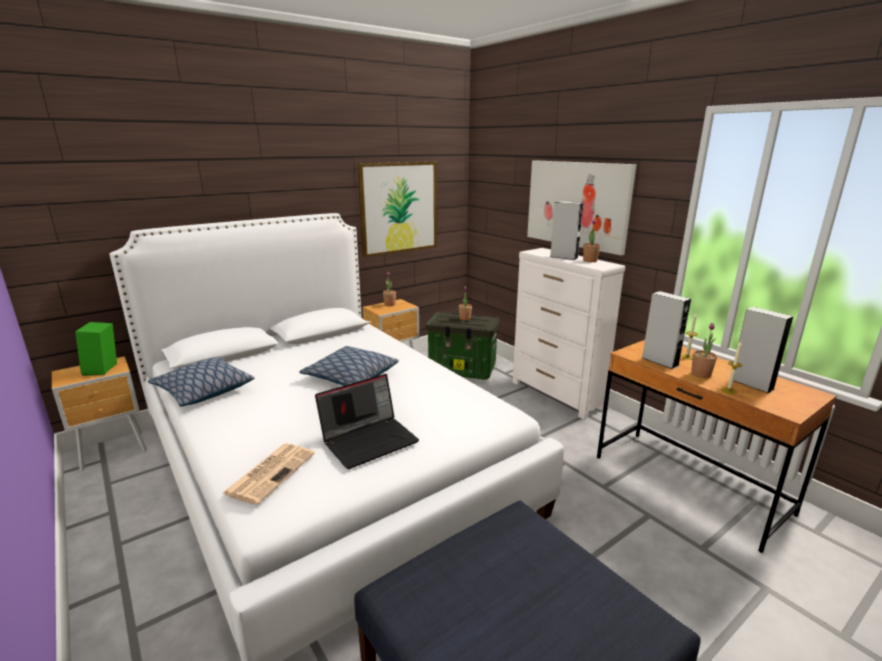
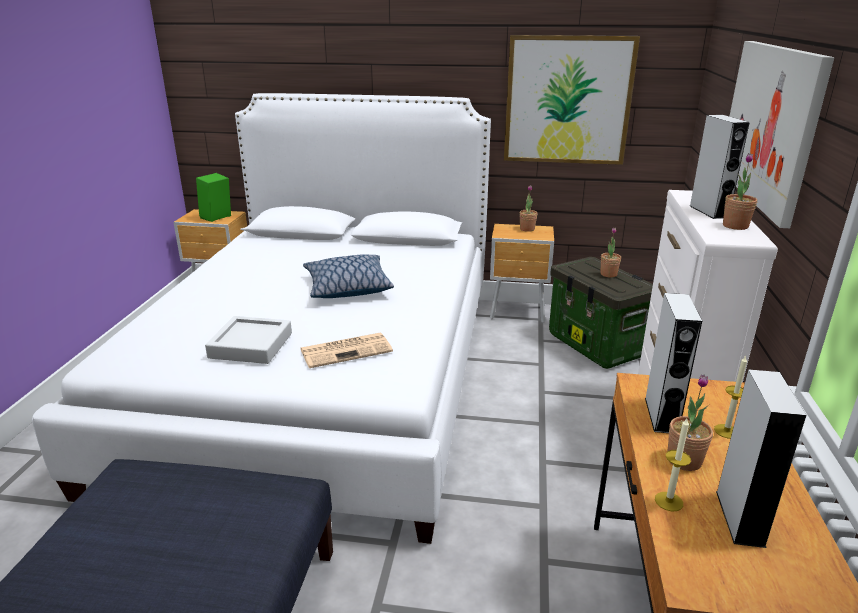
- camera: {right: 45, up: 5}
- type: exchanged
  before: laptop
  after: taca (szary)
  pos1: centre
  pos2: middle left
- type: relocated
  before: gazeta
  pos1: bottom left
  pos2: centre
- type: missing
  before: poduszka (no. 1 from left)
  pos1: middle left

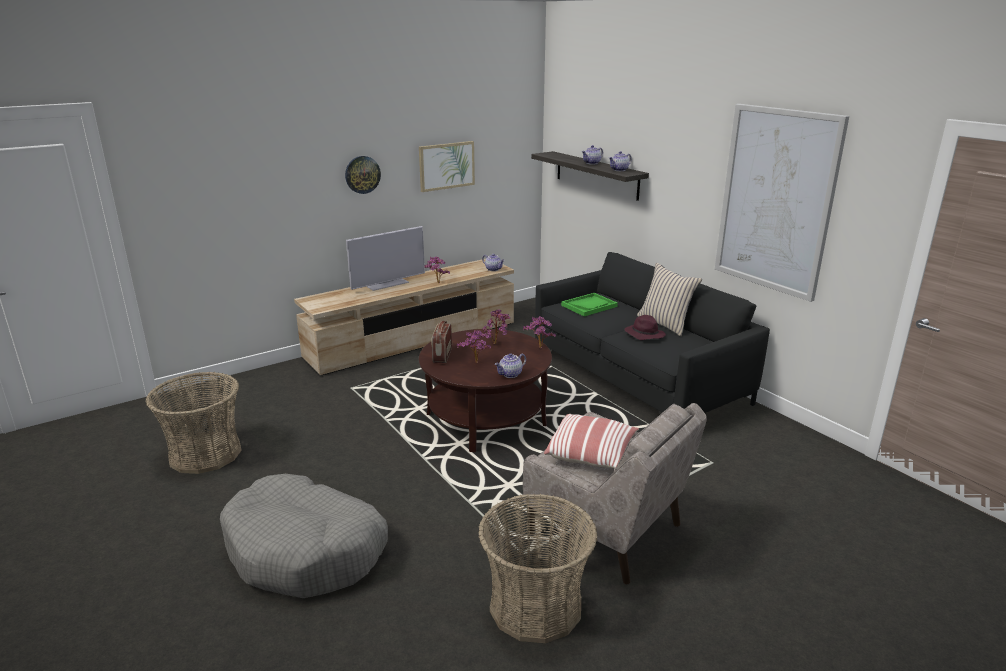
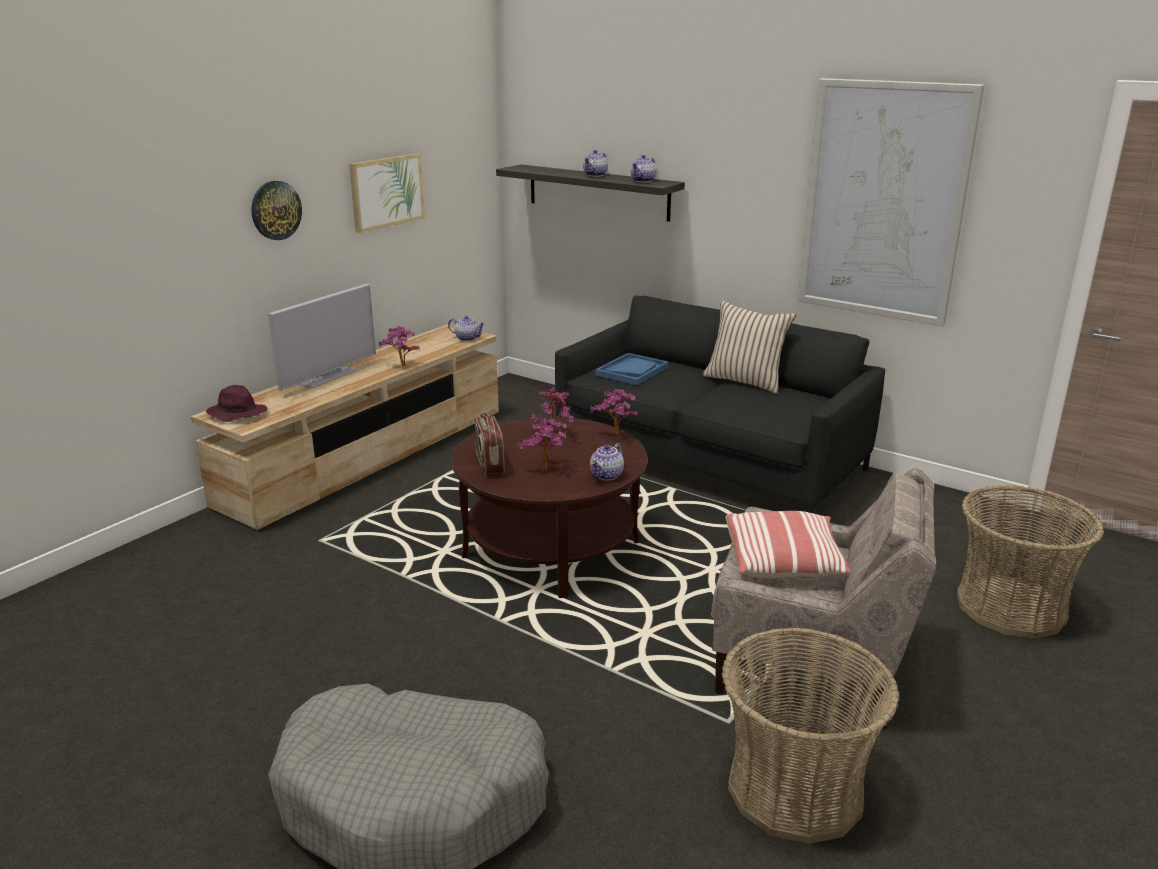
- camera: {right: -20, up: 0}
- type: relocated
  before: kapelusz (fioletowy)
  pos1: centre
  pos2: middle left
- type: colour
  before: taca (zielony)
  after: taca (niebieski)
  pos1: centre
  pos2: centre
- type: relocated
  before: koszyk (no. 1 from left in the first image)
  after: koszyk (no. 2 from left)
  pos1: middle left
  pos2: middle right

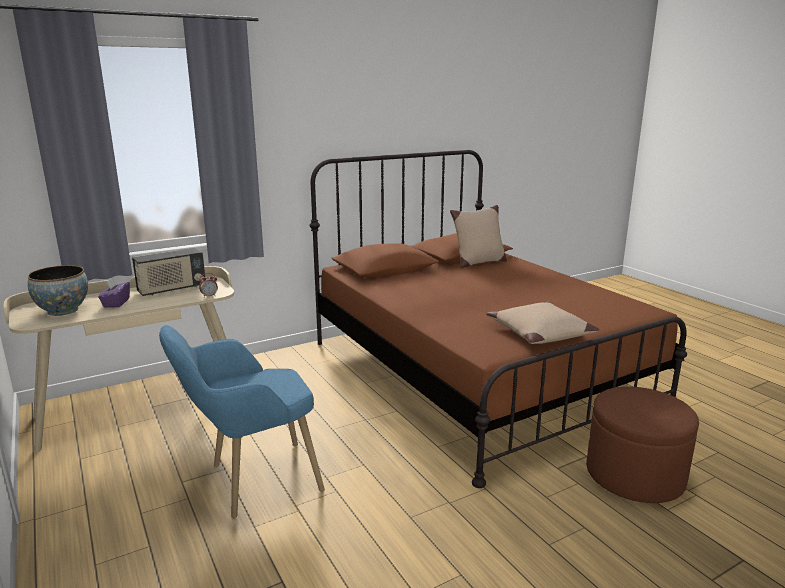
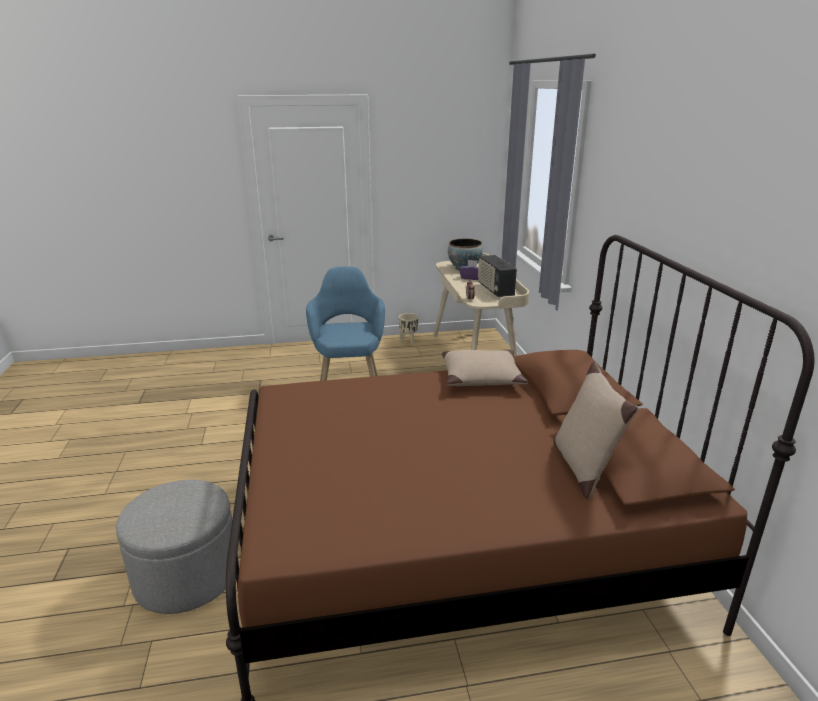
- camera: {right: 110, up: 5}
- type: colour
  before: pufa (brązowy)
  after: pufa (szary)
  pos1: bottom right
  pos2: bottom left
- type: appeared
  after: donica (beżowy)
  pos2: centre
- type: relocated
  before: poduszka (beżowy) (no. 2 from left in the first image)
  after: poduszka (beżowy) (no. 1 from left)
  pos1: middle right
  pos2: centre

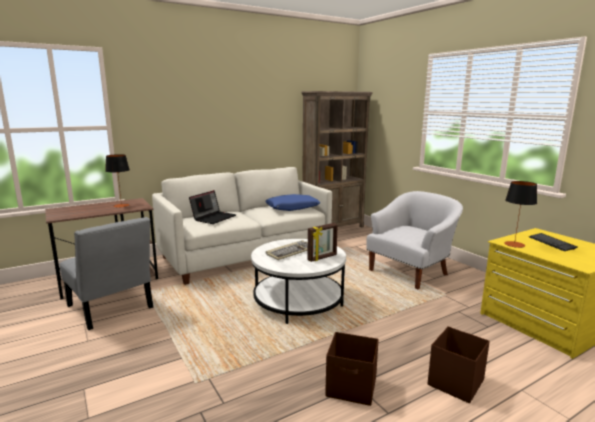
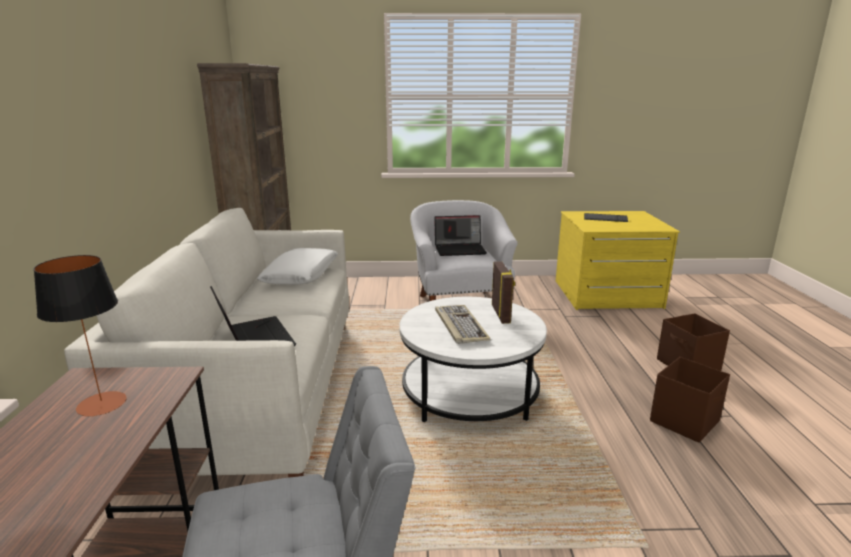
- camera: {right: -60, up: 5}
- type: colour
  before: poduszka (niebieski)
  after: poduszka (biały)
  pos1: centre
  pos2: centre
- type: appeared
  after: laptop (no. 2 from left)
  pos2: centre
- type: missing
  before: lampa stołowa (no. 2 from left)
  pos1: middle right

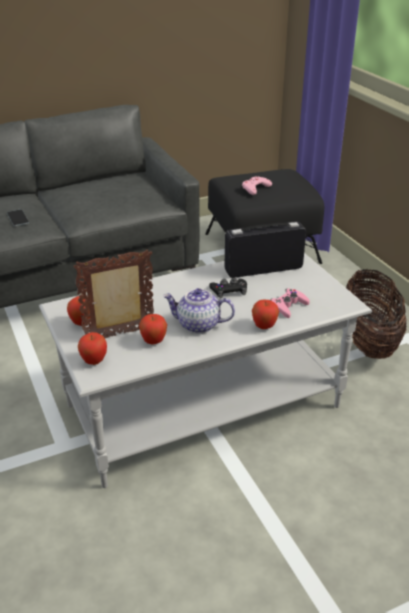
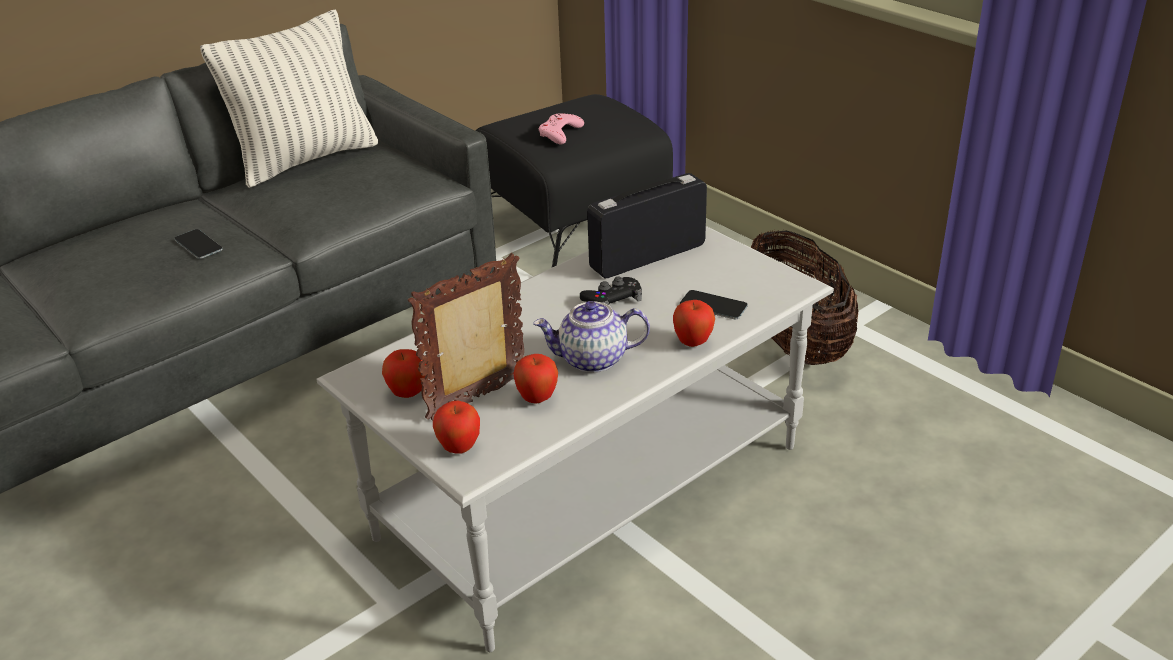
- camera: {right: -15, up: 0}
- type: appeared
  after: poduszka
  pos2: top left
- type: exchanged
  before: pad do gier (różowy) (no. 2 from left)
  after: telefon (no. 2 from left)
  pos1: middle right
  pos2: centre

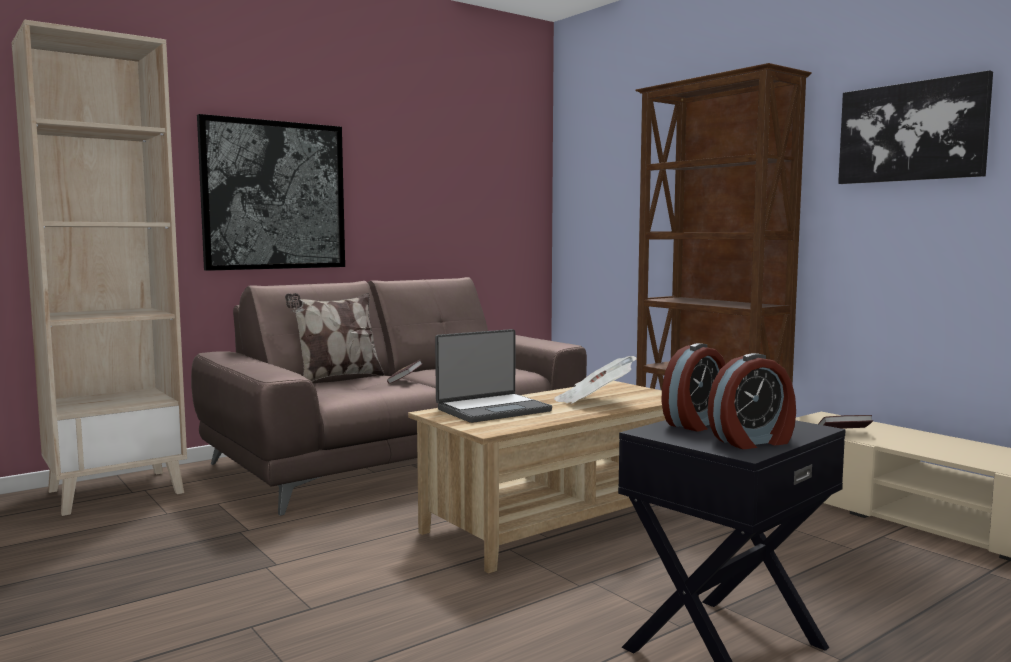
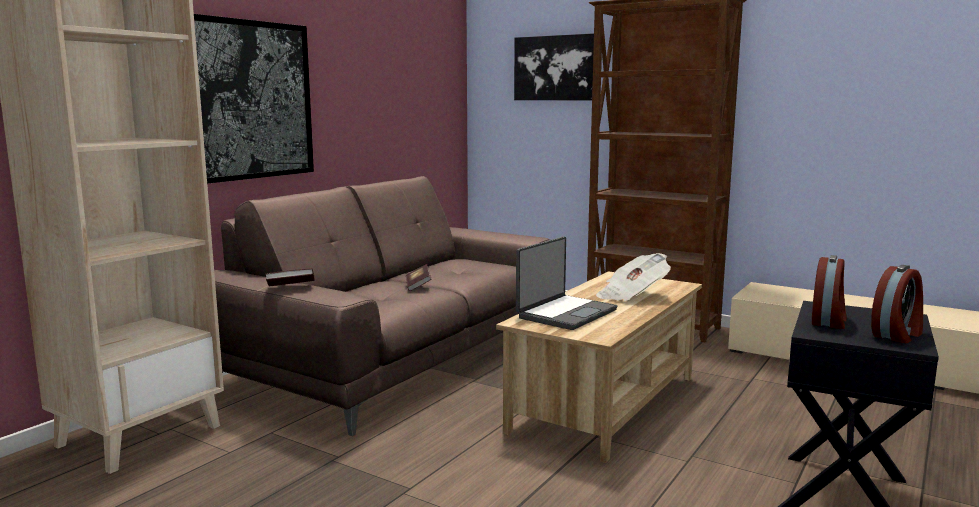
- camera: {right: -20, up: 5}
- type: relocated
  before: książka (no. 2 from left in the first image)
  after: książka (no. 1 from left)
  pos1: middle right
  pos2: middle left
- type: relocated
  before: obraz (no. 2 from left)
  pos1: top right
  pos2: top centre
- type: missing
  before: poduszka
  pos1: middle left

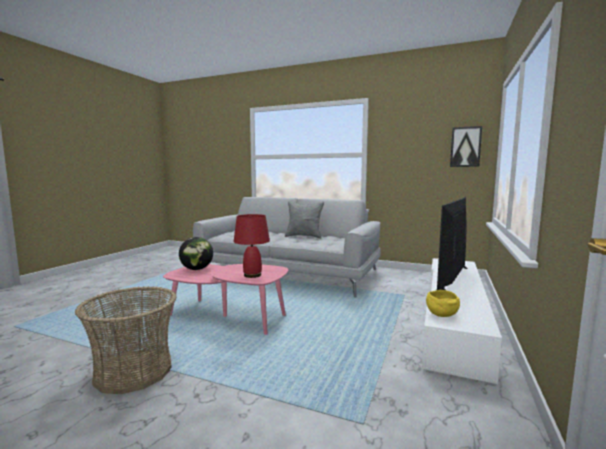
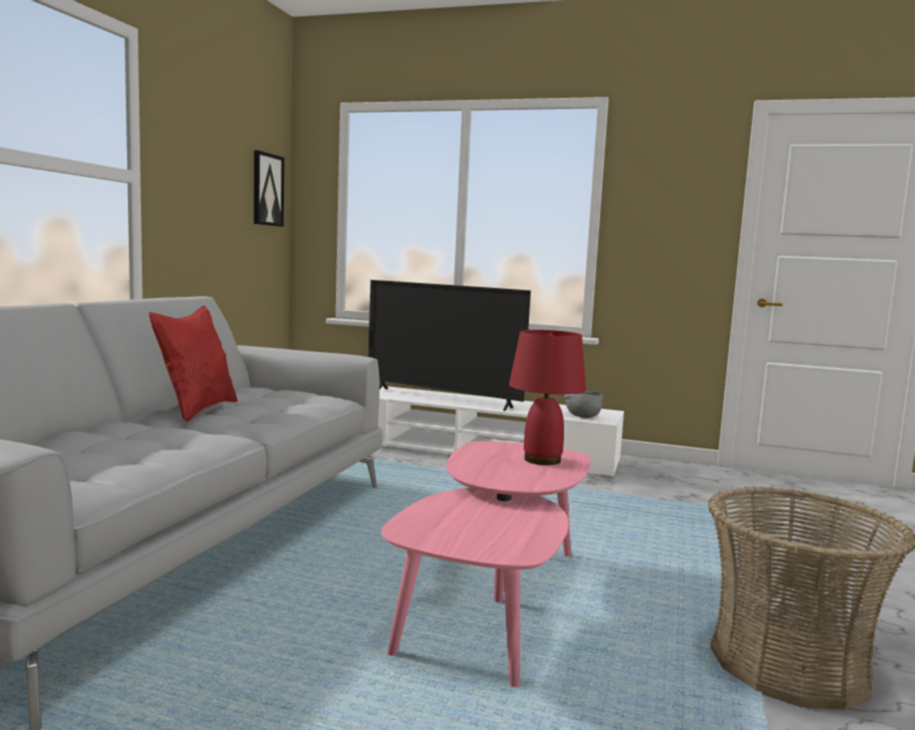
- camera: {right: -95, up: 0}
- type: colour
  before: poduszka (szary)
  after: poduszka (czerwony)
  pos1: centre
  pos2: middle left
- type: colour
  before: miska (żółty)
  after: miska (szary)
  pos1: bottom right
  pos2: centre
- type: missing
  before: globus
  pos1: middle left

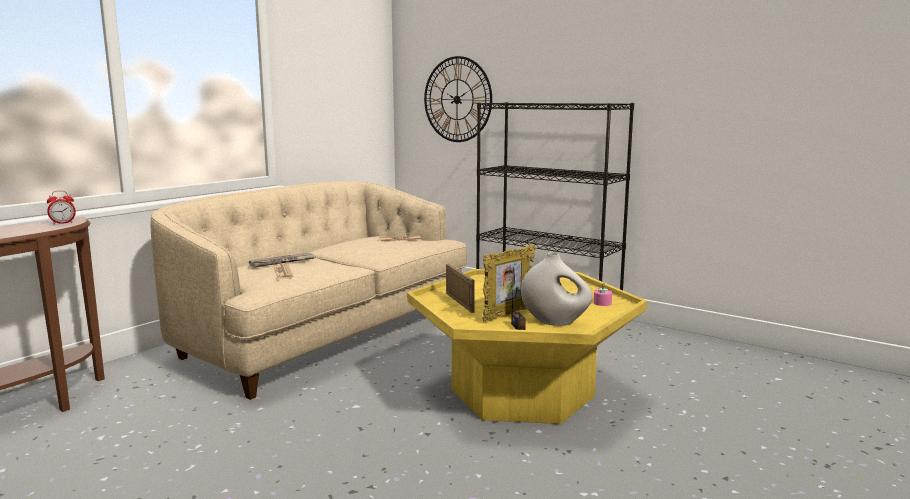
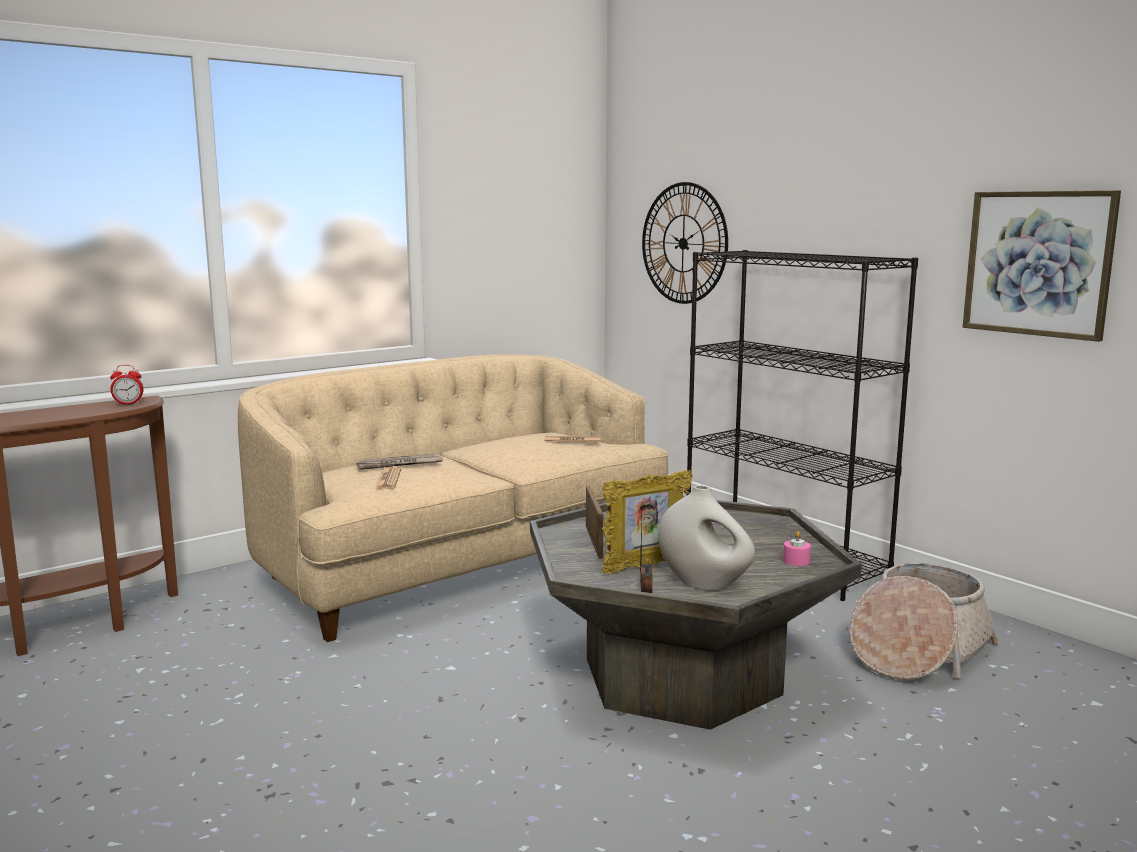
- camera: {right: 15, up: 0}
- type: colour
  before: ława (żółty)
  after: ława (szary)
  pos1: bottom centre
  pos2: bottom centre
- type: appeared
  after: koszyk
  pos2: bottom right
- type: appeared
  after: obraz
  pos2: top right

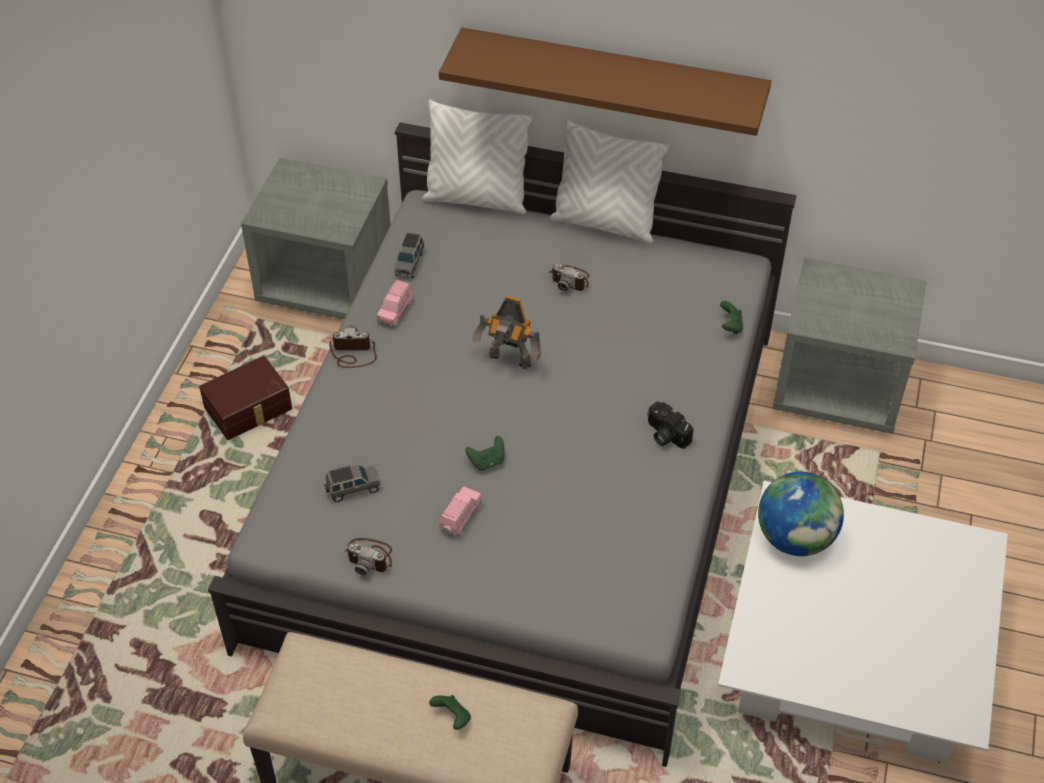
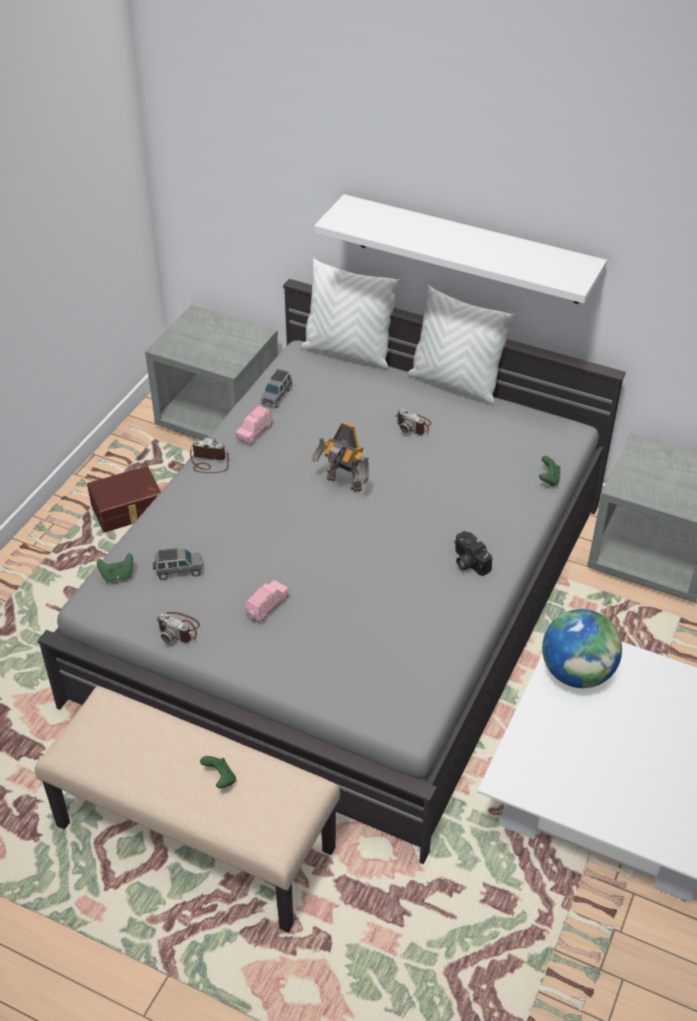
- camera: {right: 10, up: -5}
- type: relocated
  before: pad do gier (zielony) (no. 2 from left in the first image)
  after: pad do gier (zielony) (no. 1 from left)
  pos1: centre
  pos2: middle left
- type: colour
  before: półka (brązowy)
  after: półka (biały)
  pos1: top centre
  pos2: top centre

